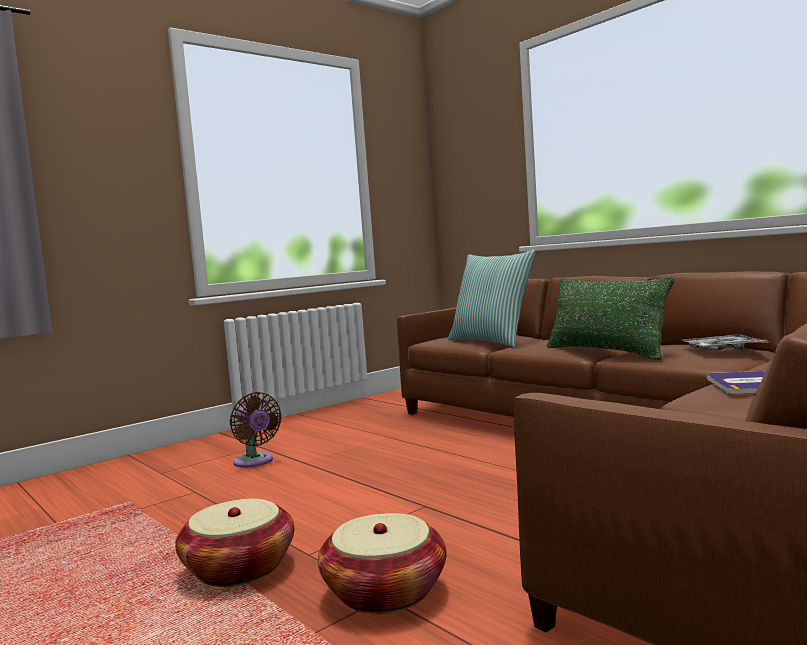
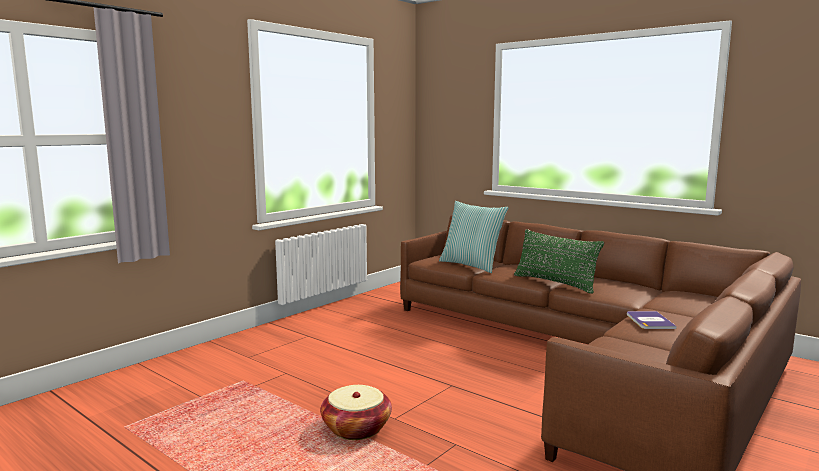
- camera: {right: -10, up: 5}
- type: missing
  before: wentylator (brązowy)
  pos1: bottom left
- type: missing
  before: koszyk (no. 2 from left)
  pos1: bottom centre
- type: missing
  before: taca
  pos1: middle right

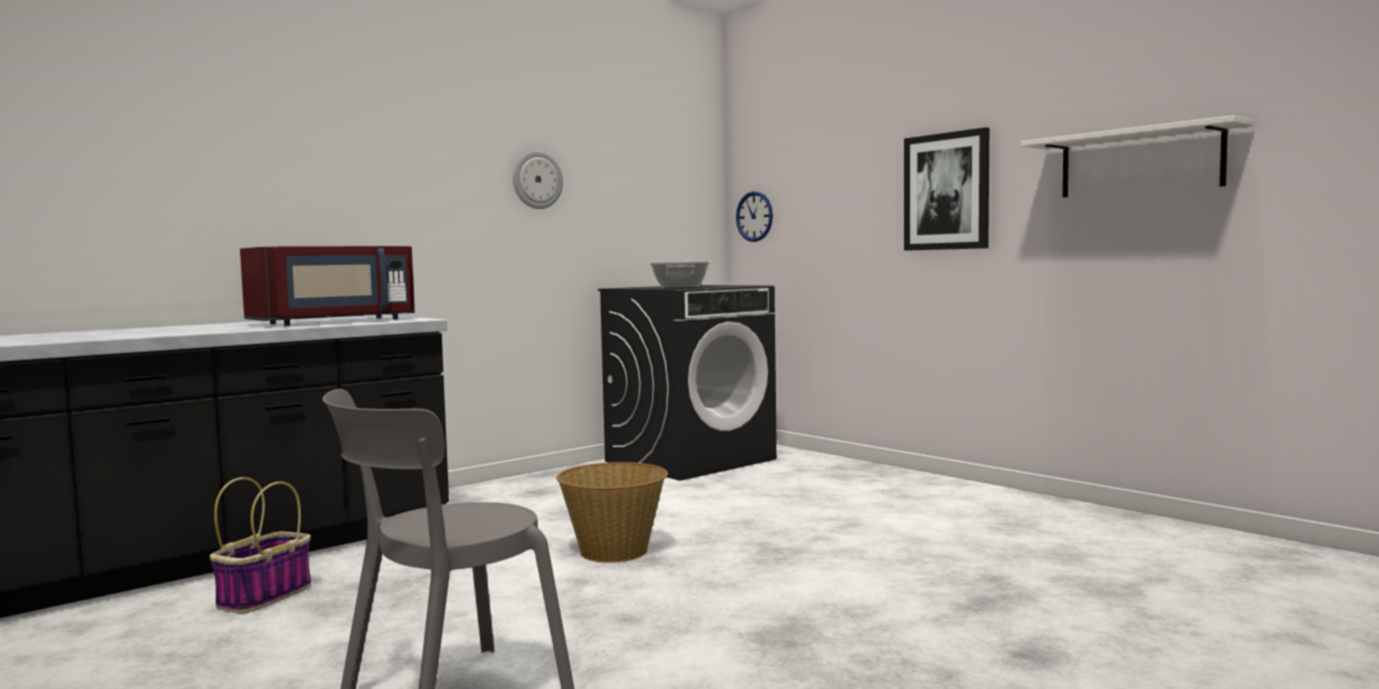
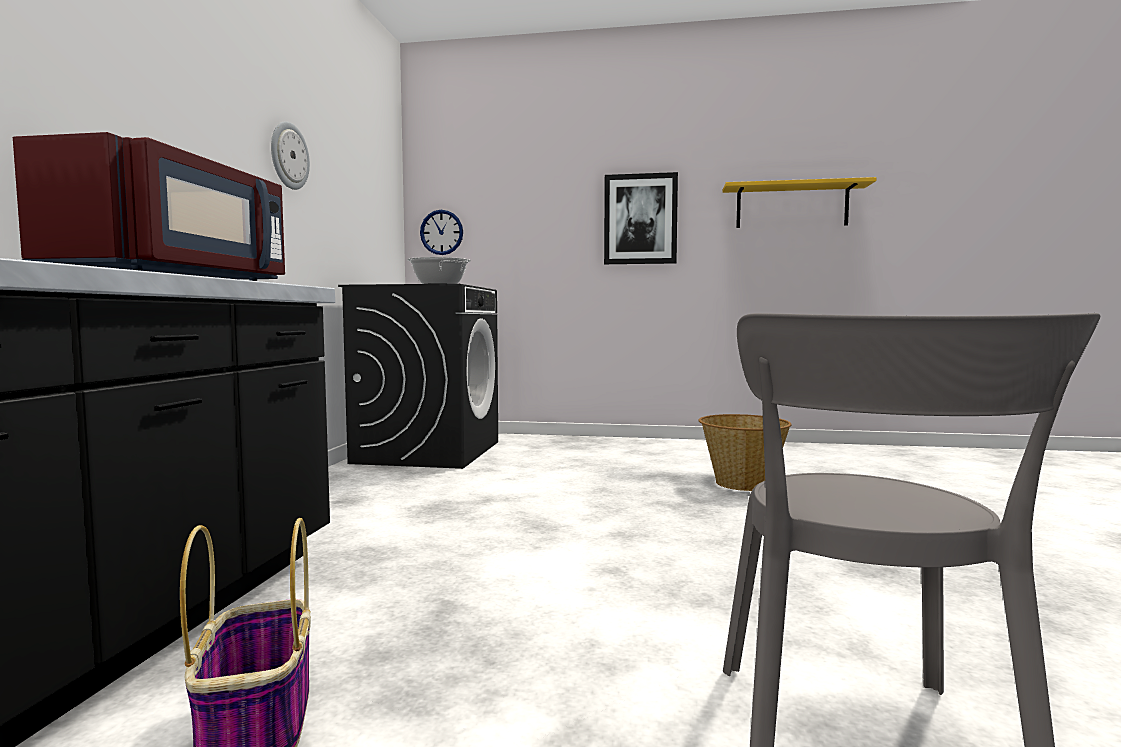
- camera: {right: -40, up: 0}
- type: relocated
  before: koszyk (no. 2 from left)
  pos1: bottom centre
  pos2: centre
- type: colour
  before: półka (biały)
  after: półka (żółty)
  pos1: top right
  pos2: top right

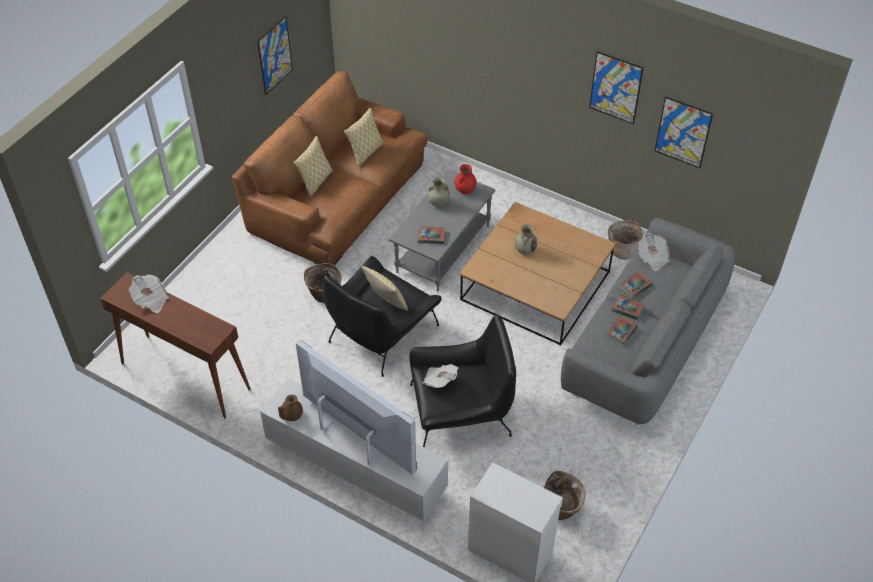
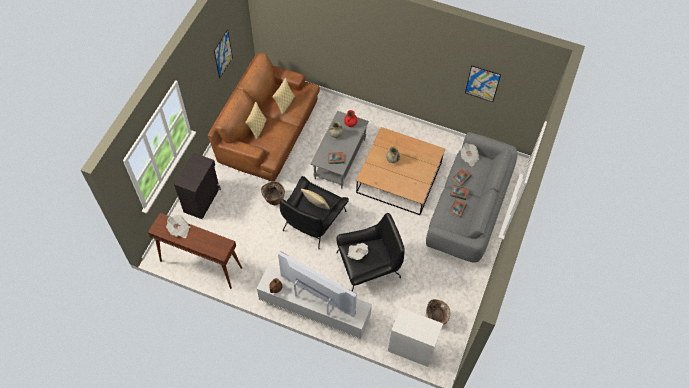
- camera: {right: -10, up: 10}
- type: appeared
  after: szafka (czarny)
  pos2: middle left
- type: missing
  before: obraz (no. 2 from left)
  pos1: top right
- type: missing
  before: koszyk (no. 3 from left)
  pos1: middle right

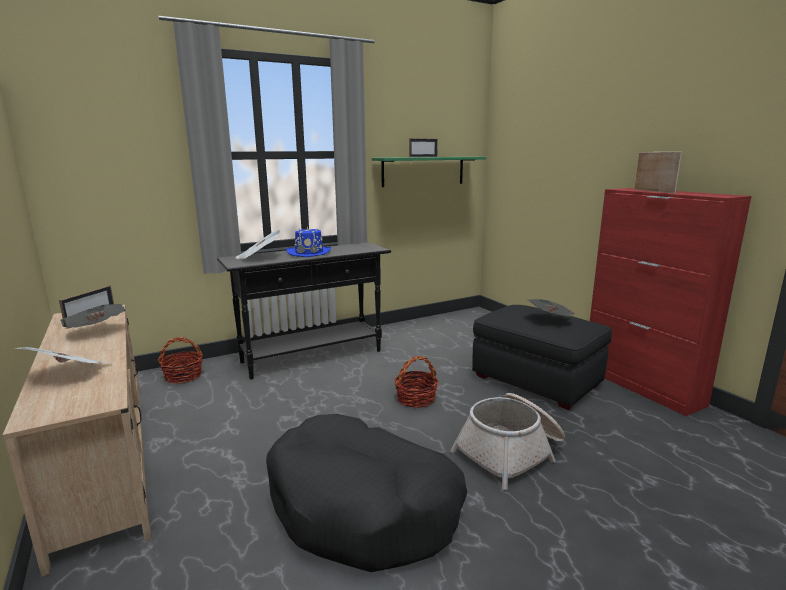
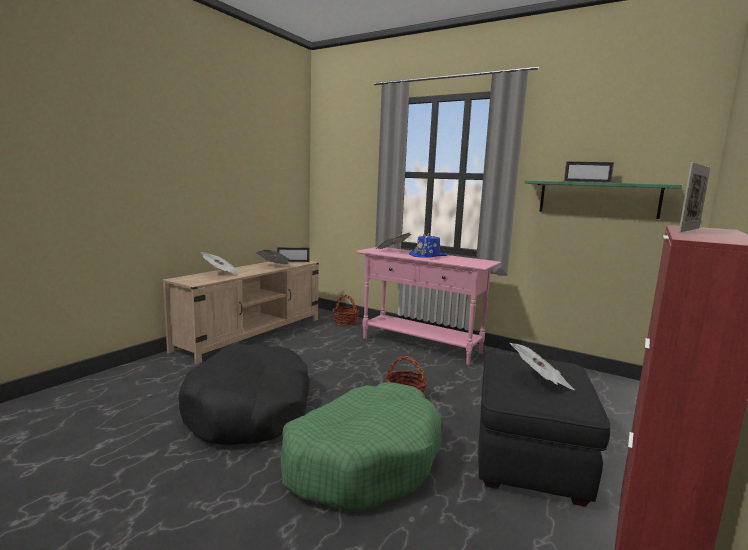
- camera: {right: 60, up: -5}
- type: exchanged
  before: koszyk (no. 3 from left)
  after: legowisko (zielony)
  pos1: bottom centre
  pos2: bottom centre
- type: colour
  before: stolik konsolowy (czarny)
  after: stolik konsolowy (różowy)
  pos1: centre
  pos2: centre

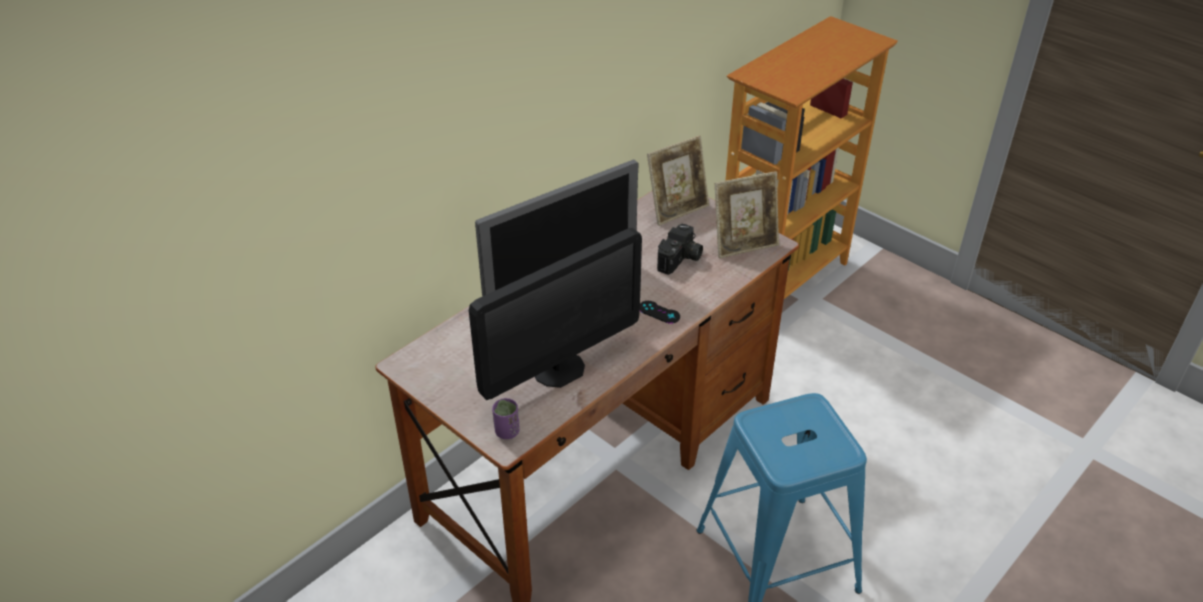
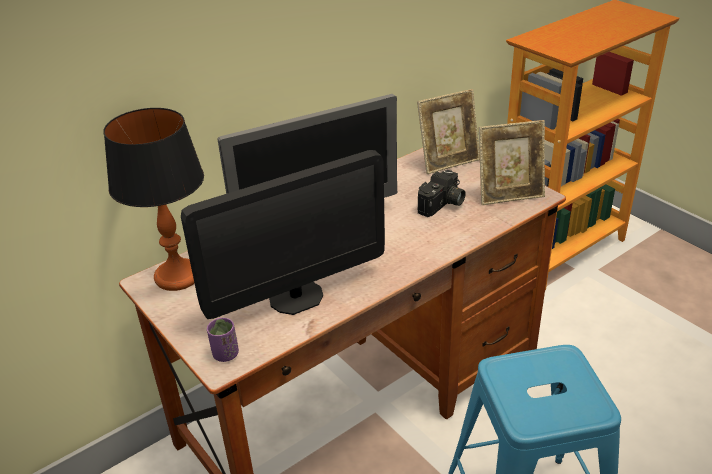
- camera: {right: 10, up: -5}
- type: appeared
  after: lampa stołowa
  pos2: middle left
- type: missing
  before: pad do gier (czarny)
  pos1: centre

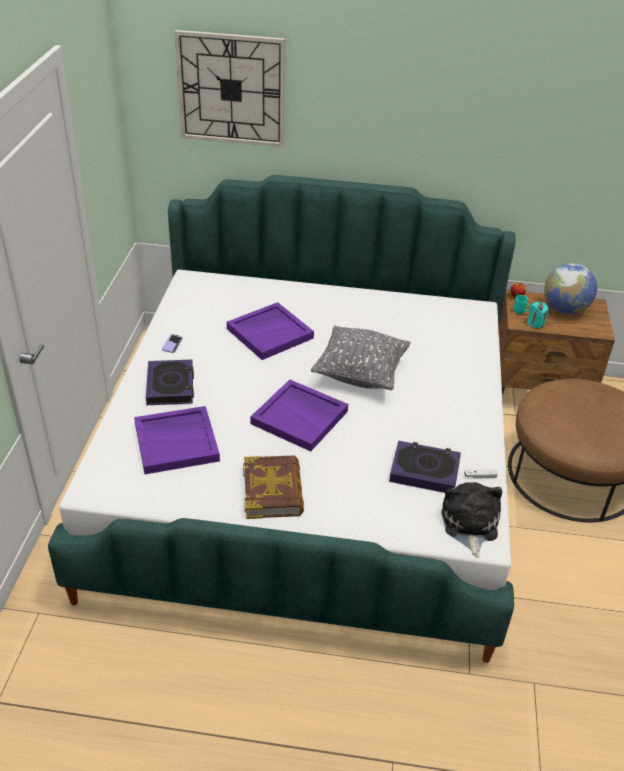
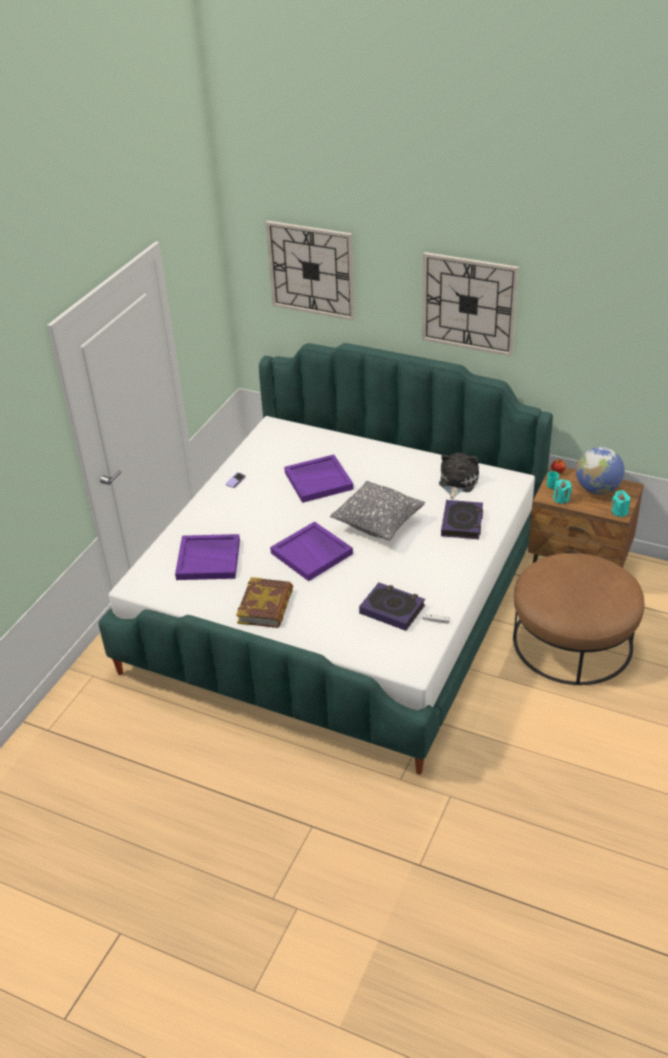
- camera: {right: 20, up: 0}
- type: appeared
  after: zegar ścienny (no. 2 from left)
  pos2: top right
- type: relocated
  before: pluszak
  pos1: bottom right
  pos2: middle right
- type: relocated
  before: książka (no. 1 from left in the first image)
  after: książka (no. 3 from left)
  pos1: middle left
  pos2: middle right
- type: appeared
  after: świeca (turkusowy) (no. 2 from left)
  pos2: middle right

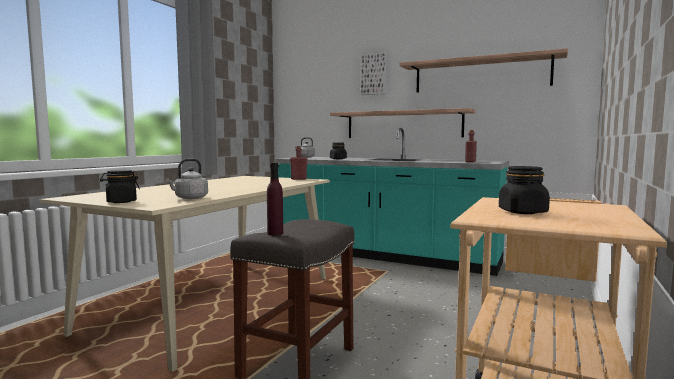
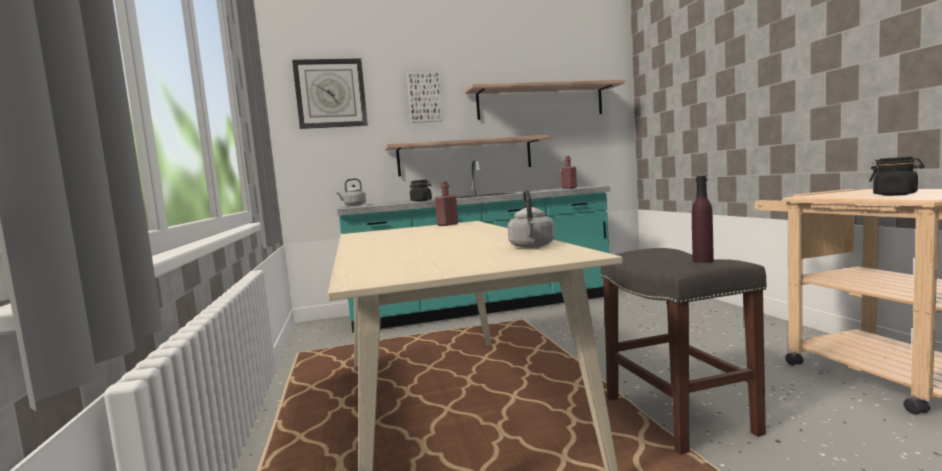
- camera: {right: -40, up: 0}
- type: appeared
  after: zegar ścienny
  pos2: top centre
- type: missing
  before: słoik (czarny) (no. 1 from left)
  pos1: middle left

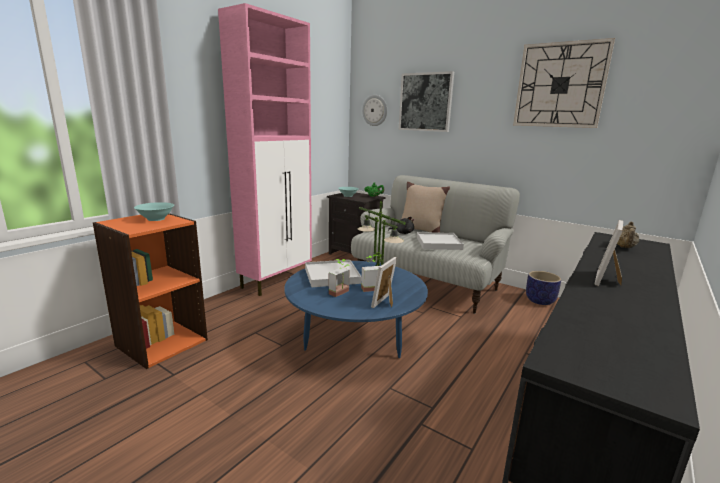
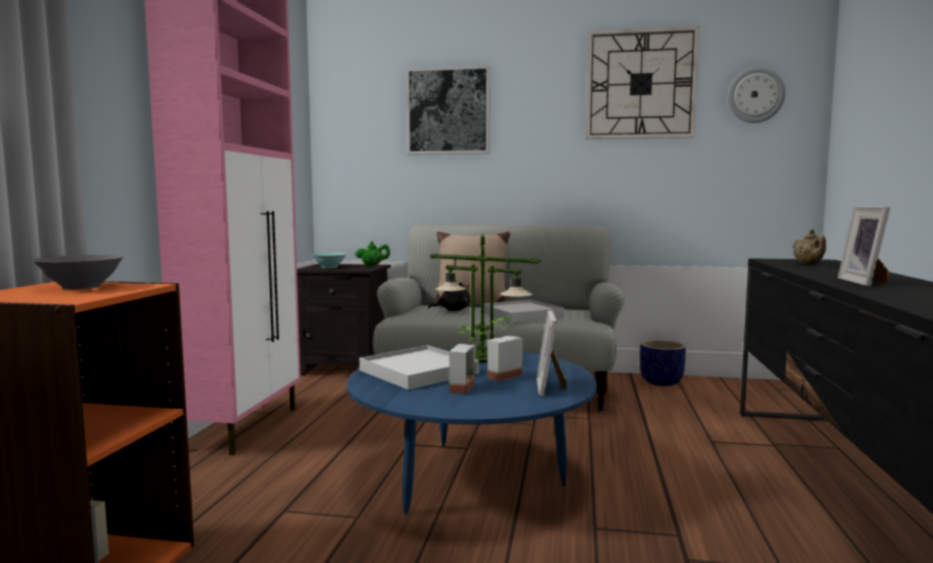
- camera: {right: -25, up: -10}
- type: colour
  before: miska (turkusowy) (no. 1 from left)
  after: miska (szary)
  pos1: middle left
  pos2: middle left
- type: relocated
  before: zegar ścienny (no. 1 from left in the first image)
  after: zegar ścienny (no. 2 from left)
  pos1: top centre
  pos2: top right

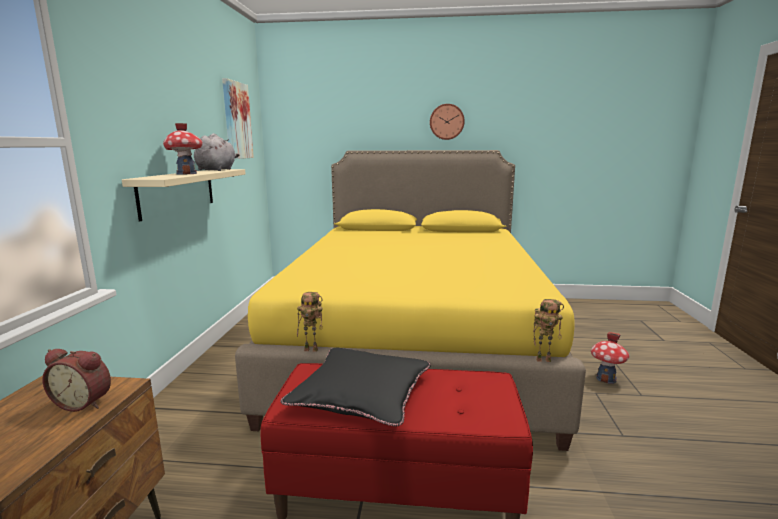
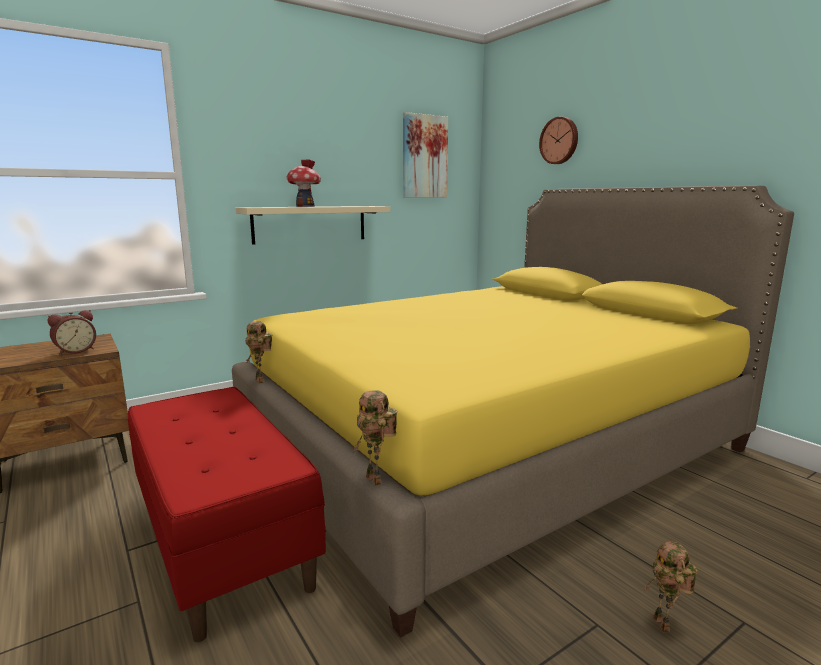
- camera: {right: 50, up: 0}
- type: spun
  before: budzik
  pos1: bottom left
  pos2: middle left
  turn: -105
- type: relocated
  before: zegar ścienny
  pos1: top centre
  pos2: top right
- type: exchanged
  before: domek (no. 2 from left)
  after: robot zabawkowy (no. 3 from left)
  pos1: bottom right
  pos2: bottom right
- type: missing
  before: pluszak (szary)
  pos1: top left
- type: missing
  before: poduszka (czarny)
  pos1: bottom centre

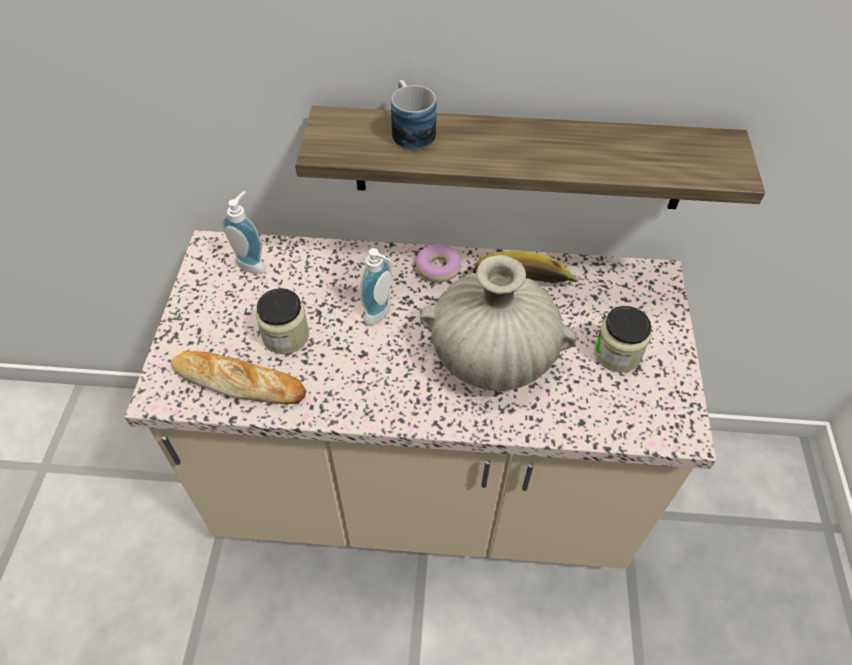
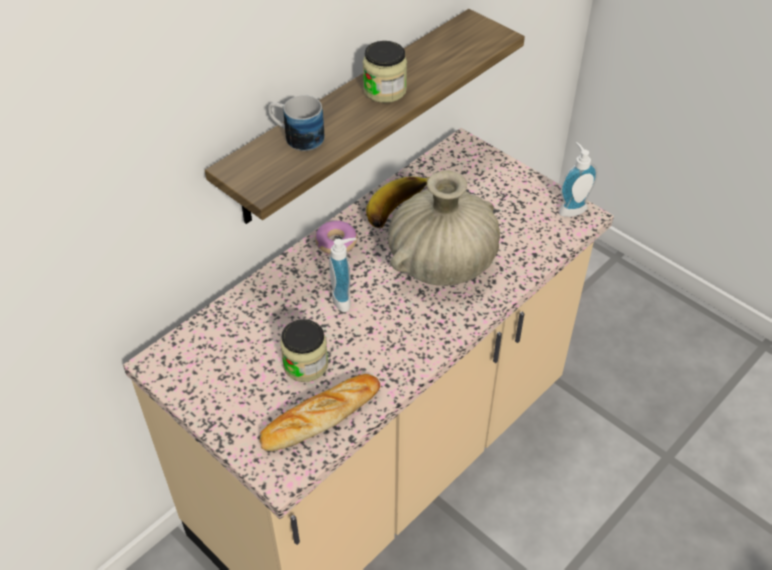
- camera: {right: -50, up: -5}
- type: relocated
  before: słoik (no. 2 from left)
  pos1: middle right
  pos2: top centre
- type: relocated
  before: dozownik mydła (no. 1 from left in the first image)
  after: dozownik mydła (no. 2 from left)
  pos1: middle left
  pos2: top right

